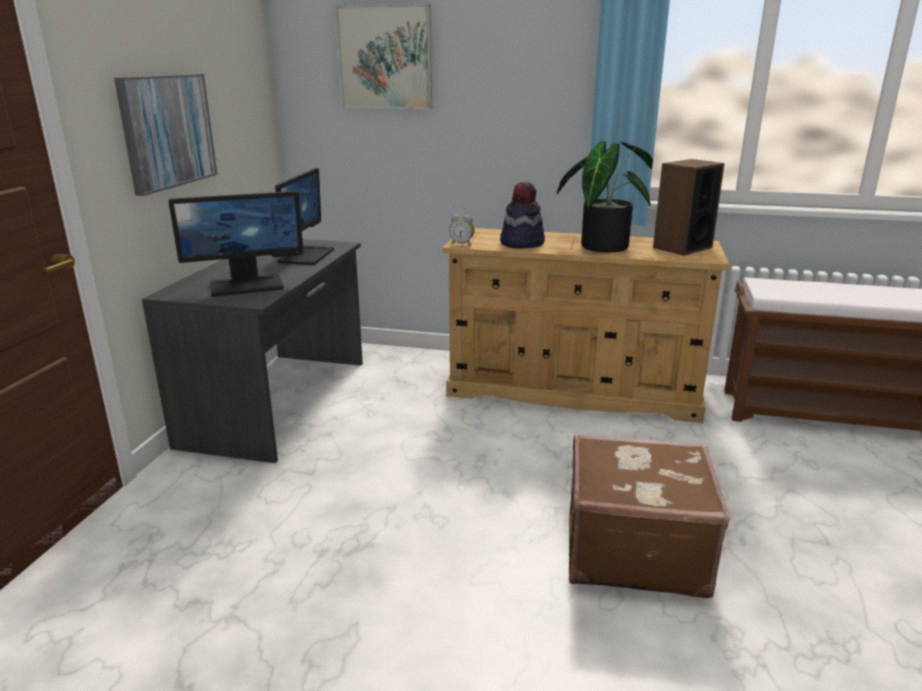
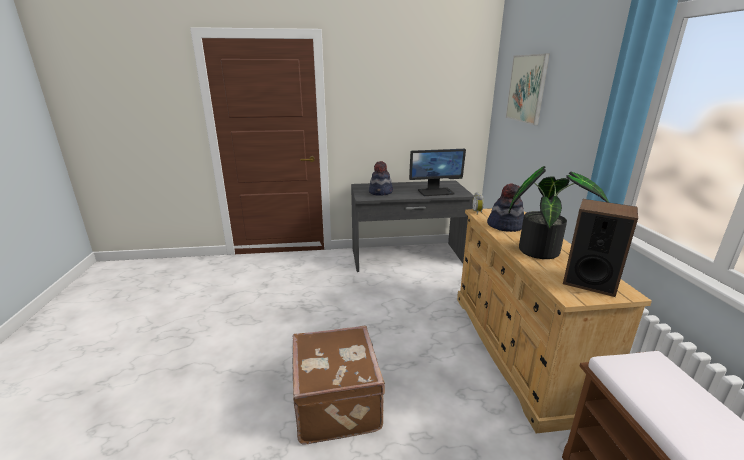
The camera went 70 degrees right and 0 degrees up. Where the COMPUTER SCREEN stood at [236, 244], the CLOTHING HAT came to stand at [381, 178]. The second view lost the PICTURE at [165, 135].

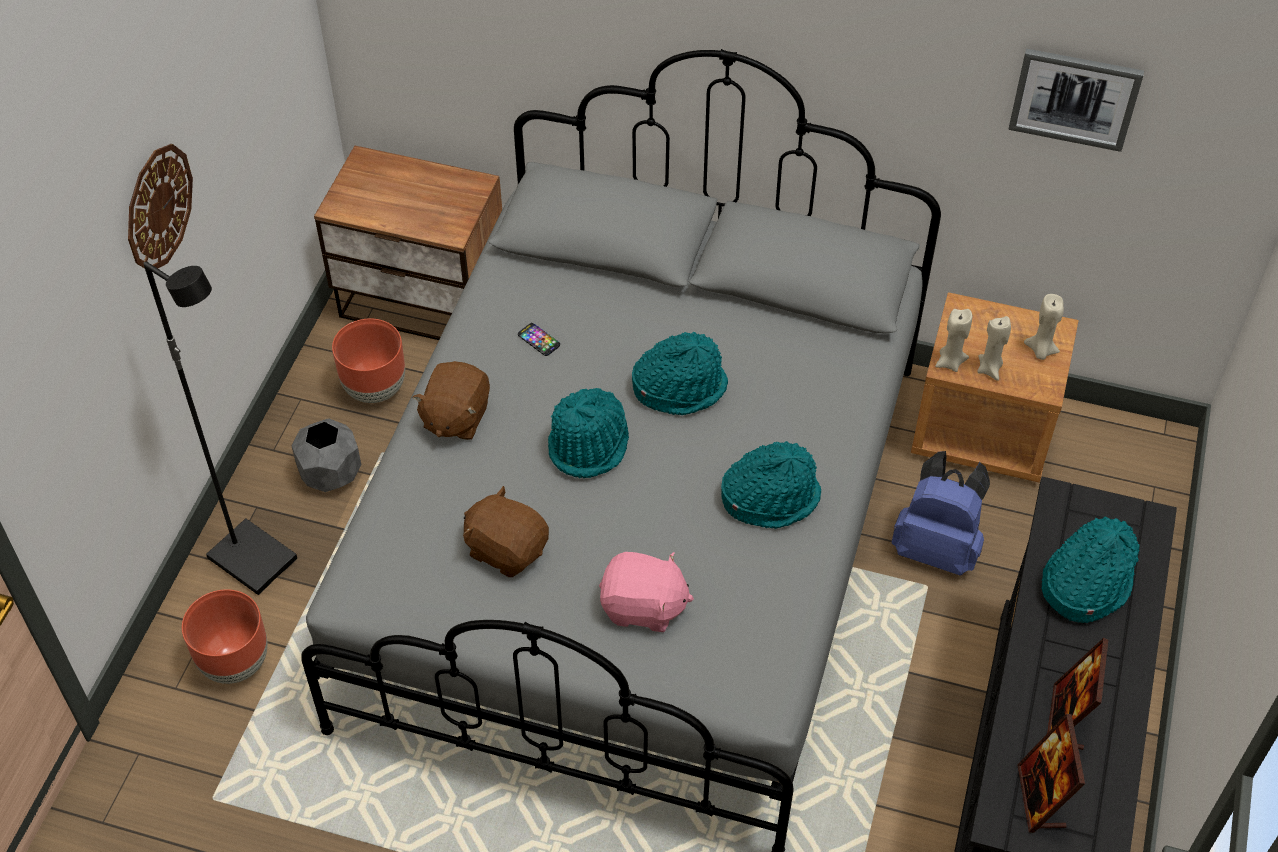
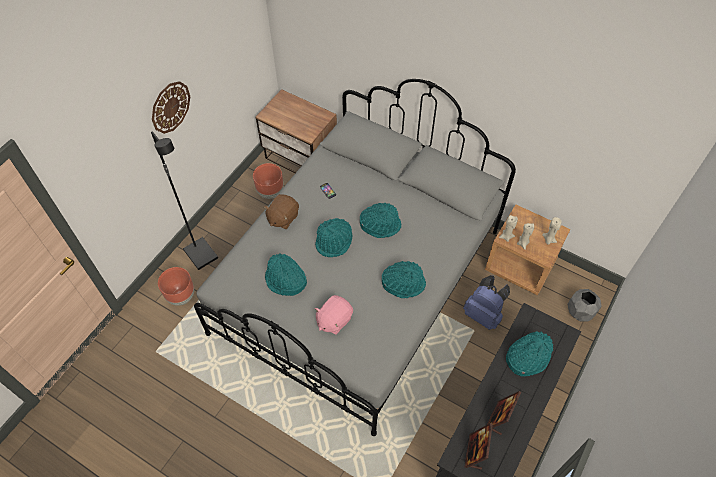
The camera went 15 degrees right and 5 degrees up. Where the BROWN-COLOURED SOFT TOY stood at [506, 531], the TURQUOISE-COLOURED CLOTHING HAT came to stand at [286, 275]. The PINK SOFT TOY at [646, 592] ended up facing another way, 105 degrees clockwise from before. The GRAY FLOWER POT ended up elsewhere, having gone from [326, 455] to [585, 305]. The second view lost the PICTURE at [1076, 100].

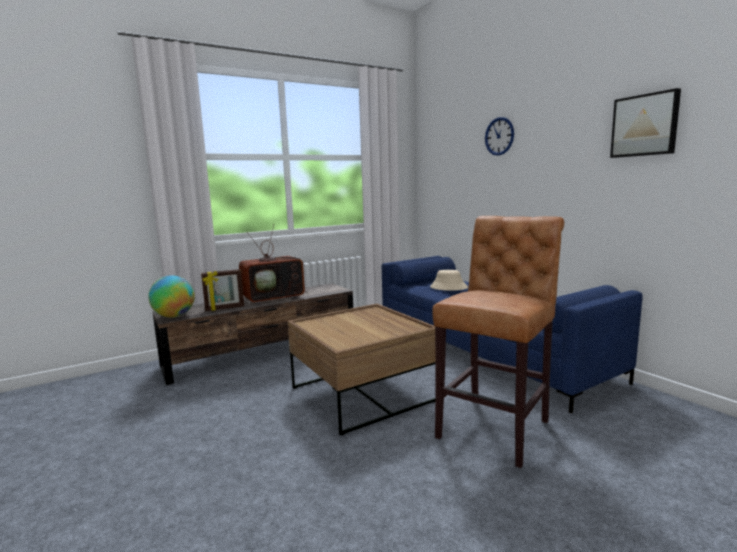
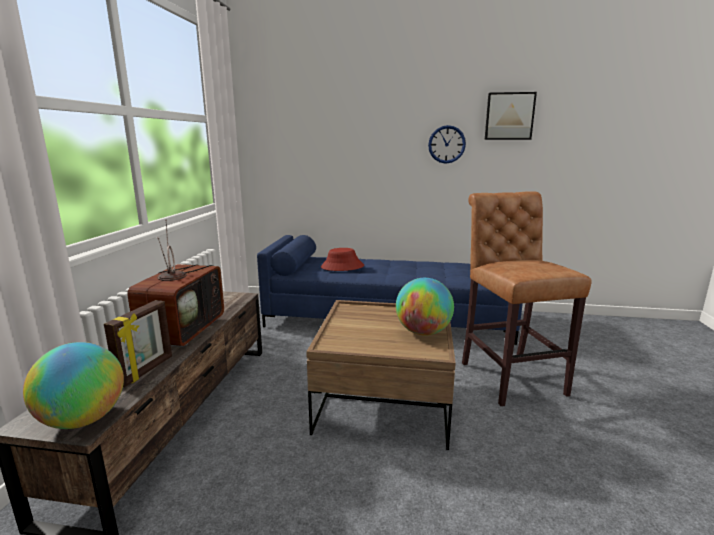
The camera went 50 degrees left and 5 degrees up. What was the SAND-COLOURED CLOTHING HAT at [449, 280] turned into the RED-COLOURED CLOTHING HAT at [342, 259]. The second view gained the DESK GLOBE at [425, 307]. The HANGING CLOCK ended up elsewhere, having gone from [499, 136] to [447, 144].

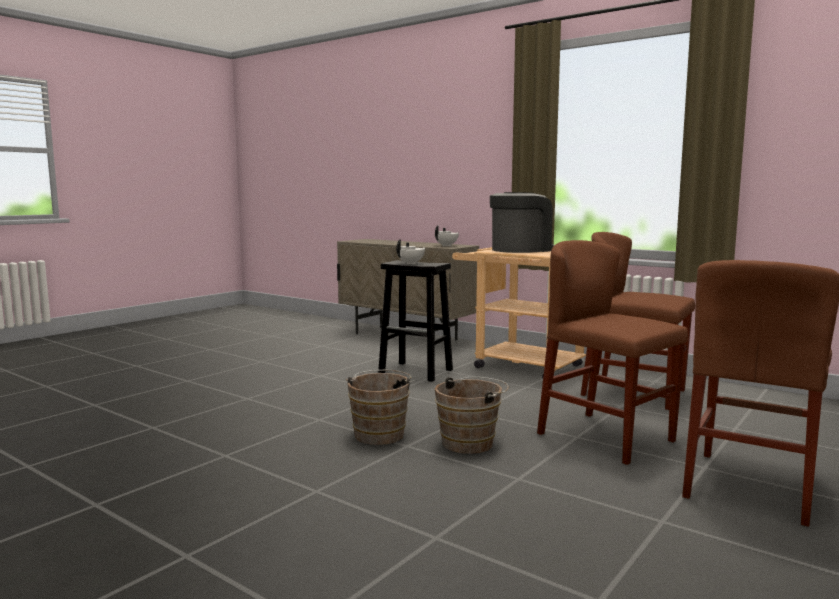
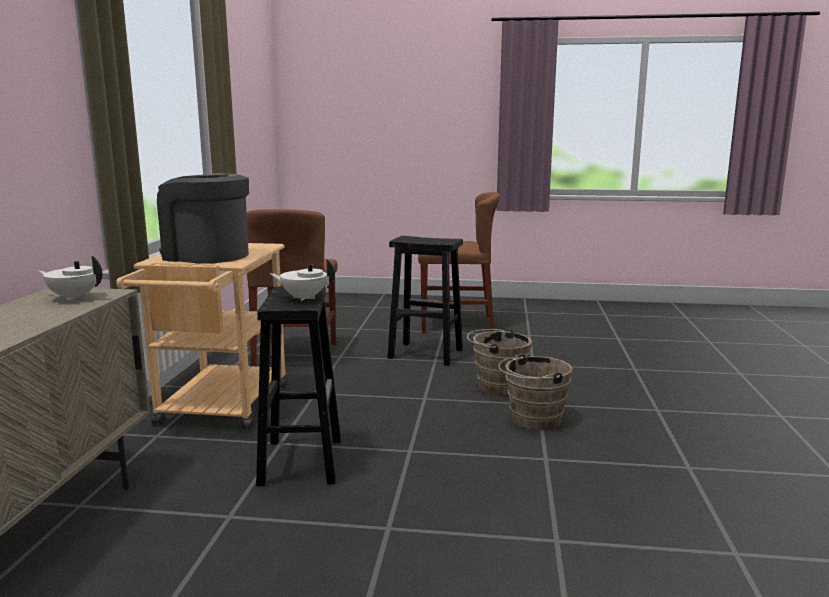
The camera went 120 degrees left and 5 degrees up. Where the BROWN-COLOURED PLAIN CHAIR stood at [612, 352], the BLACK-COLOURED STOOL SEAT came to stand at [425, 301].

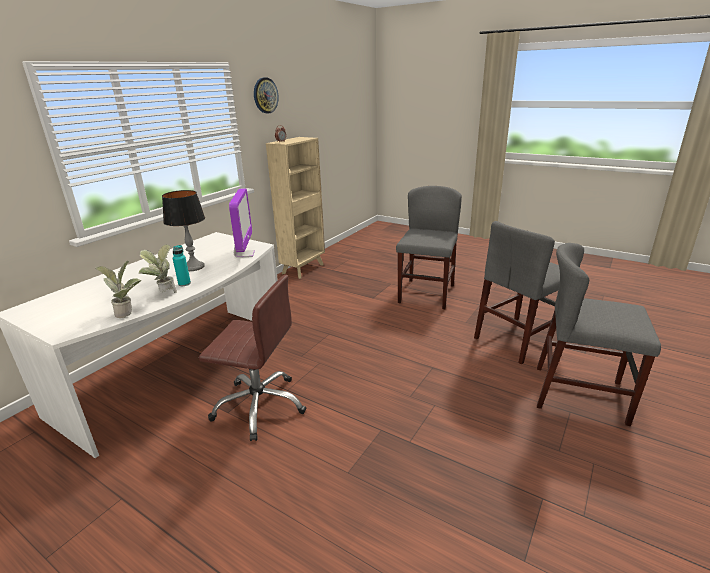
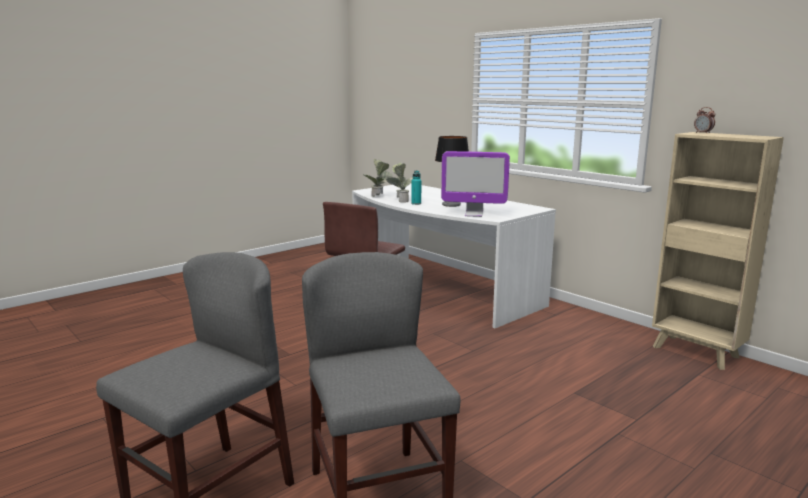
The camera went 105 degrees right and 10 degrees down. The second view lost the HANGING CLOCK at [266, 95]. The second view lost the GRAY PLAIN CHAIR at [429, 247].

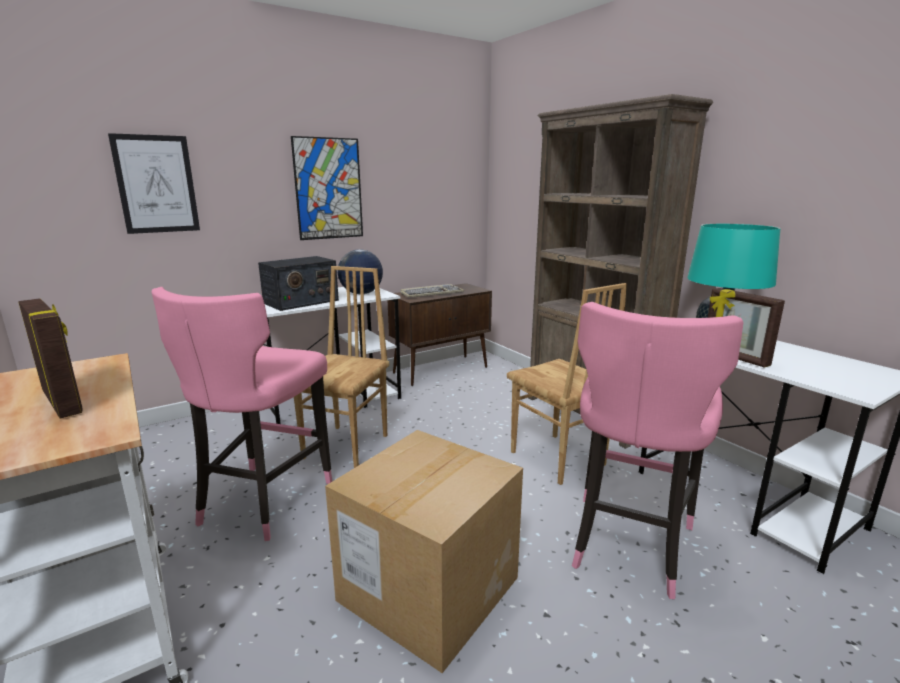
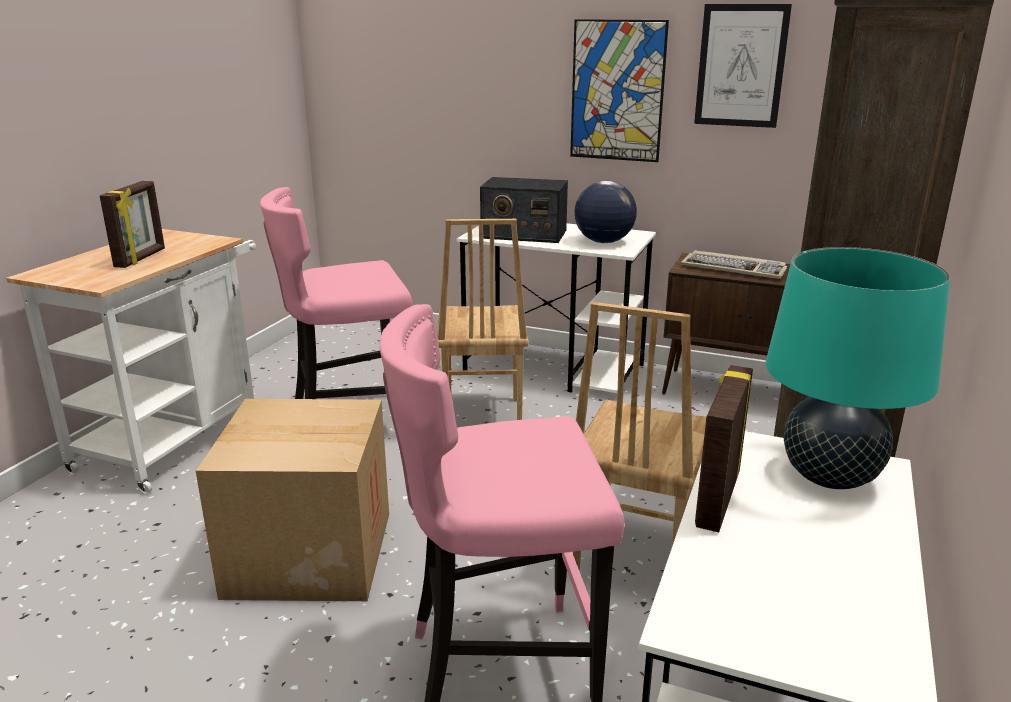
The camera went 55 degrees right and 5 degrees up. The BROWN-COLOURED PLAIN CHAIR at [341, 367] ended up facing another way, 105 degrees clockwise from before. The PICTURE ended up elsewhere, having gone from [154, 183] to [743, 66].

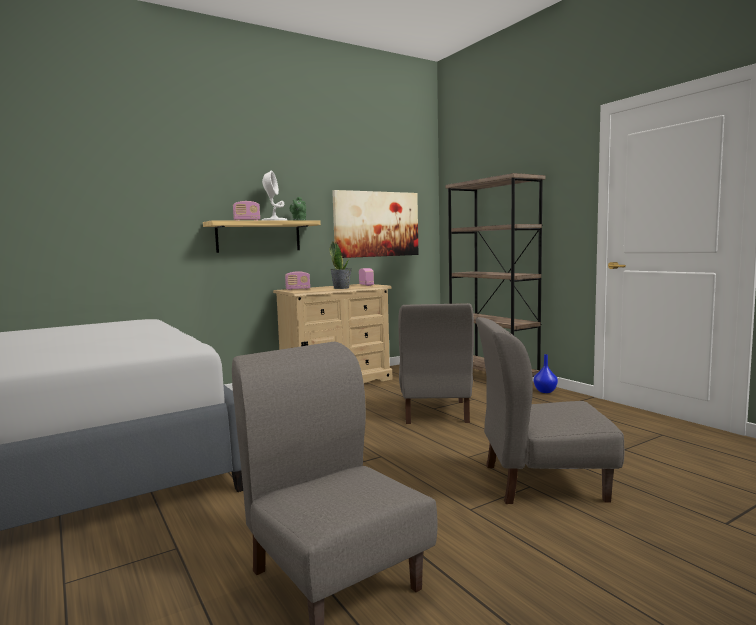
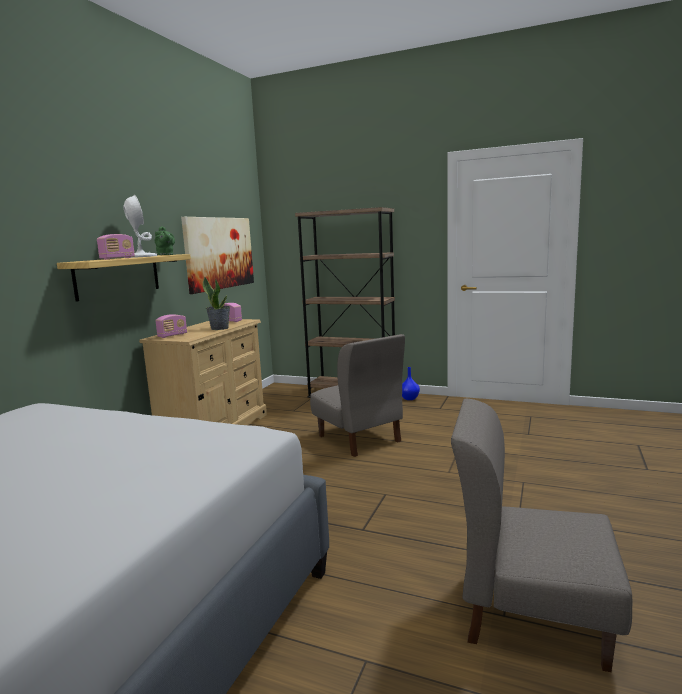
The camera went 35 degrees left and 5 degrees up. The second view lost the GRAY PLAIN CHAIR at [550, 410].

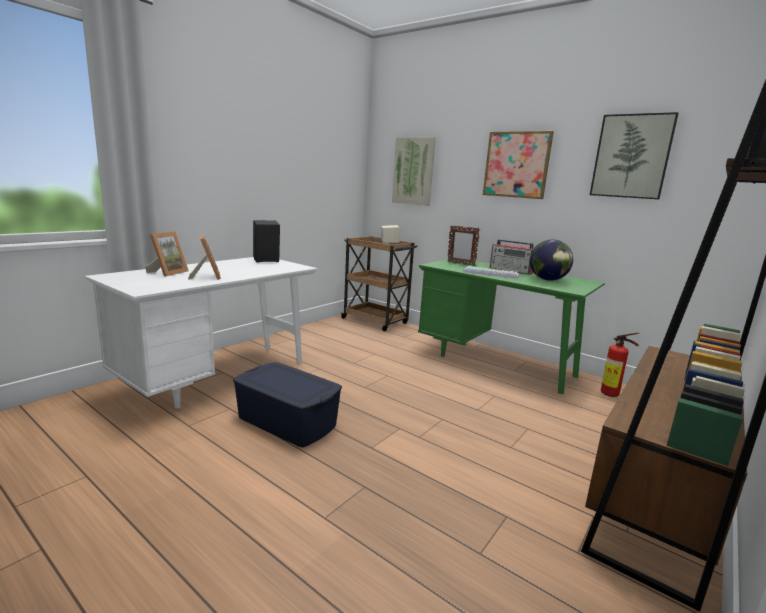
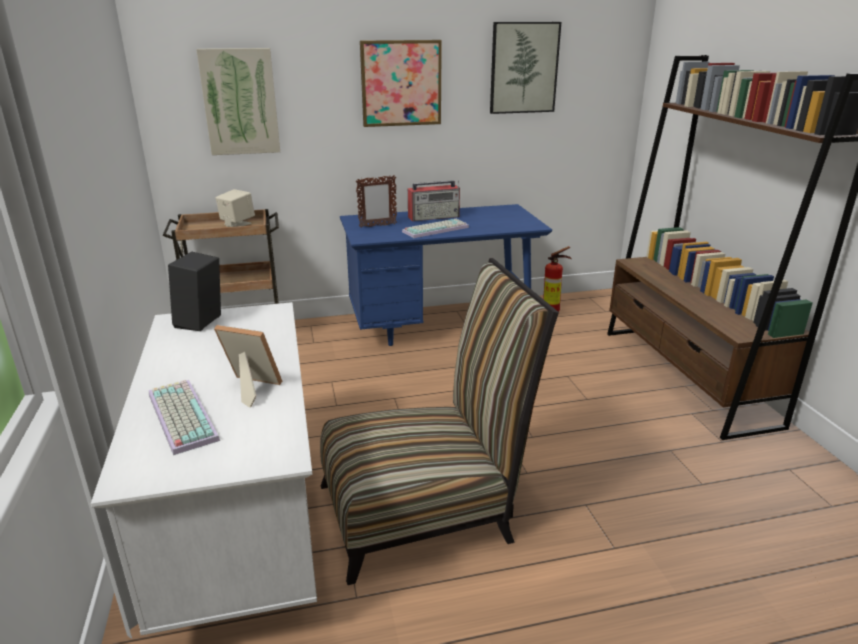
The camera went 50 degrees left and 10 degrees up. Where the PHOTO FRAME stood at [167, 254], the COMPUTER KEYBOARD came to stand at [184, 417]. Where the BLUISH STORAGE CONTAINER stood at [287, 404], the PLAIN CHAIR came to stand at [439, 421]. What was the GREENISH DESK TABLE at [511, 326] turned into the BLUISH DESK TABLE at [446, 275]. The second view lost the DESK GLOBE at [551, 260].

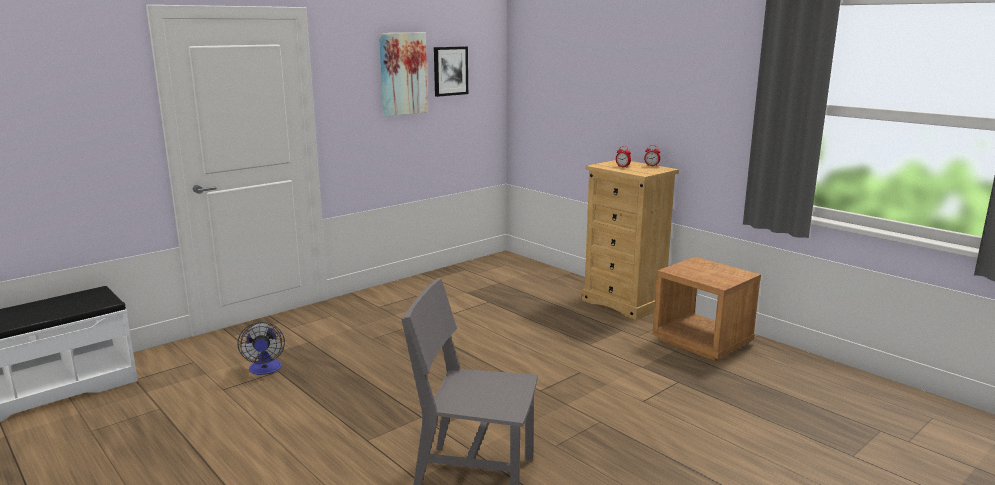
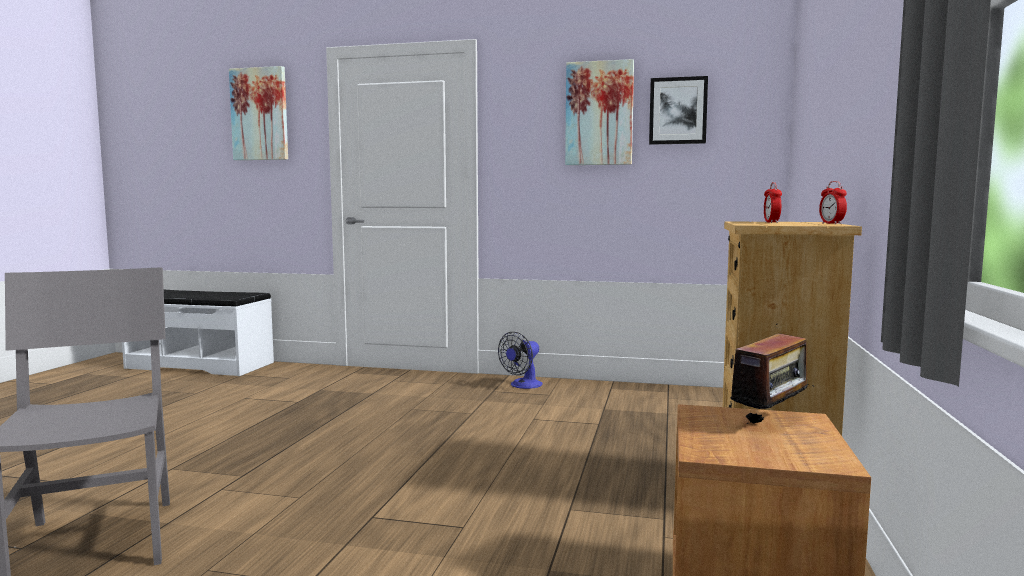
The camera went 55 degrees right and 10 degrees down. The second view gained the PICTURE at [258, 113]. The ELECTRIC FAN ended up elsewhere, having gone from [261, 348] to [520, 360]. The second view gained the RADIO at [772, 374].

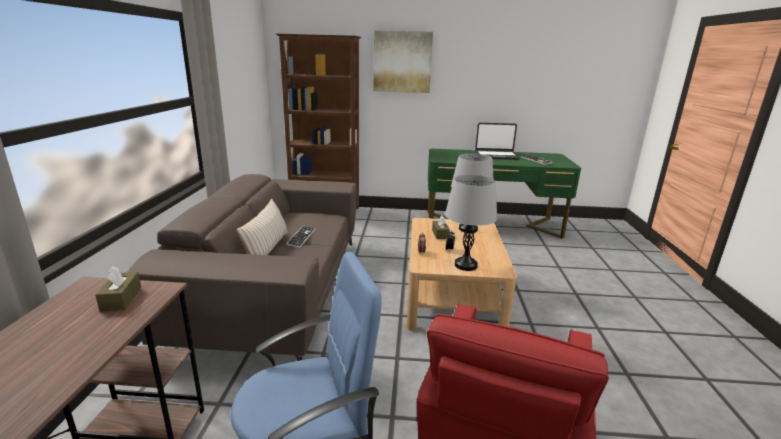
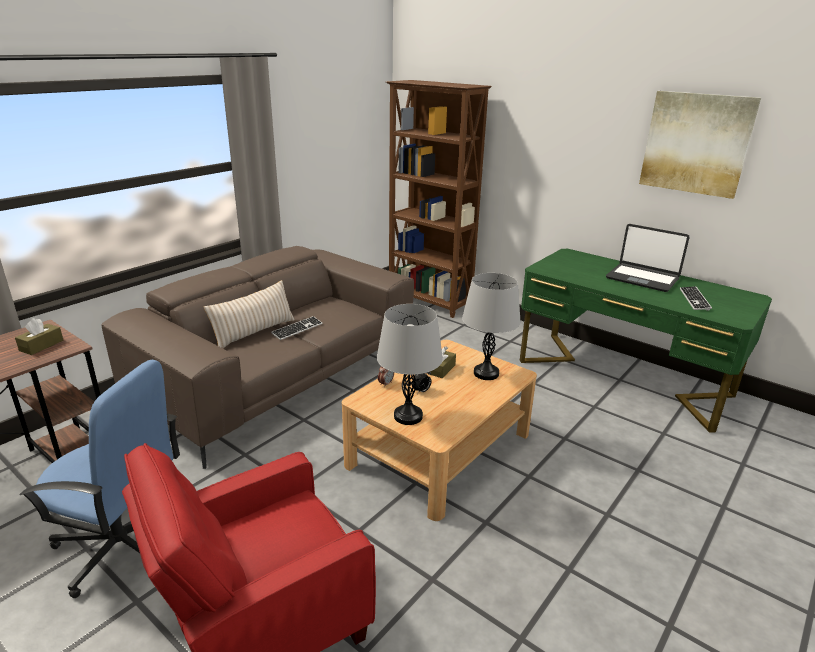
The camera went 35 degrees right and 5 degrees up. The PICTURE ended up elsewhere, having gone from [403, 61] to [700, 145].

